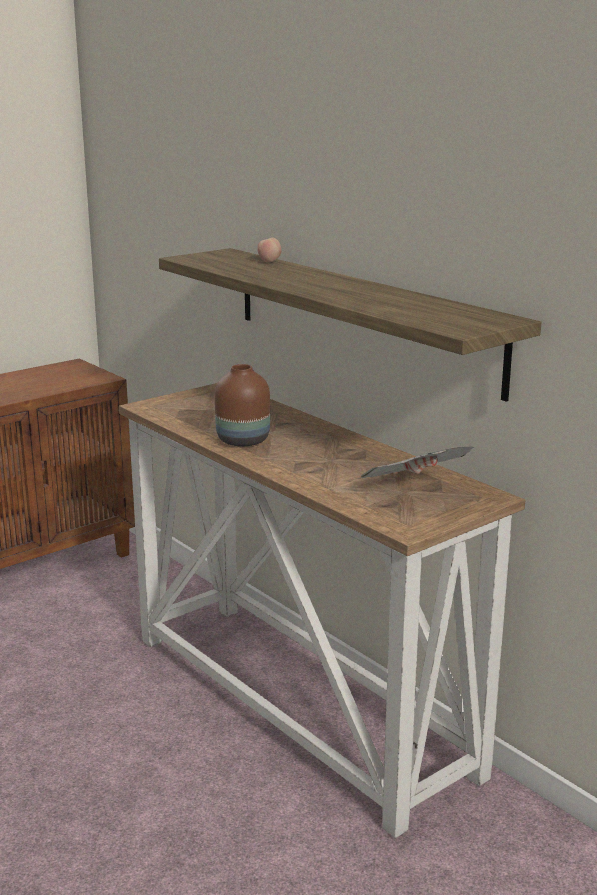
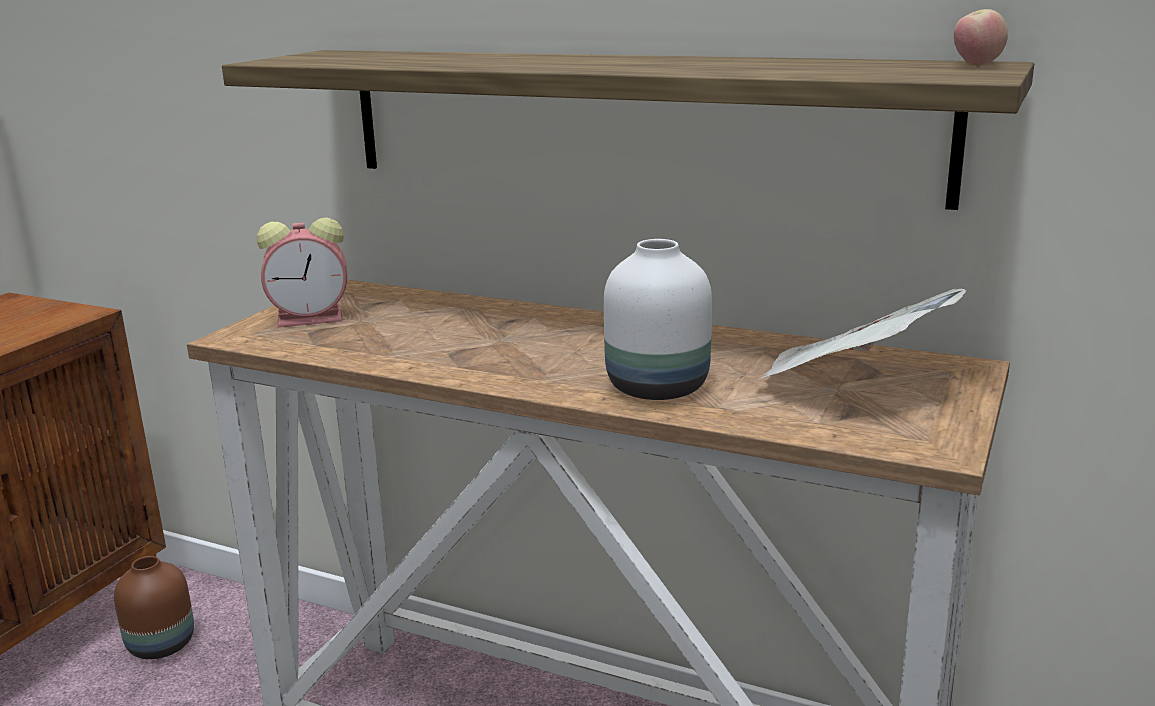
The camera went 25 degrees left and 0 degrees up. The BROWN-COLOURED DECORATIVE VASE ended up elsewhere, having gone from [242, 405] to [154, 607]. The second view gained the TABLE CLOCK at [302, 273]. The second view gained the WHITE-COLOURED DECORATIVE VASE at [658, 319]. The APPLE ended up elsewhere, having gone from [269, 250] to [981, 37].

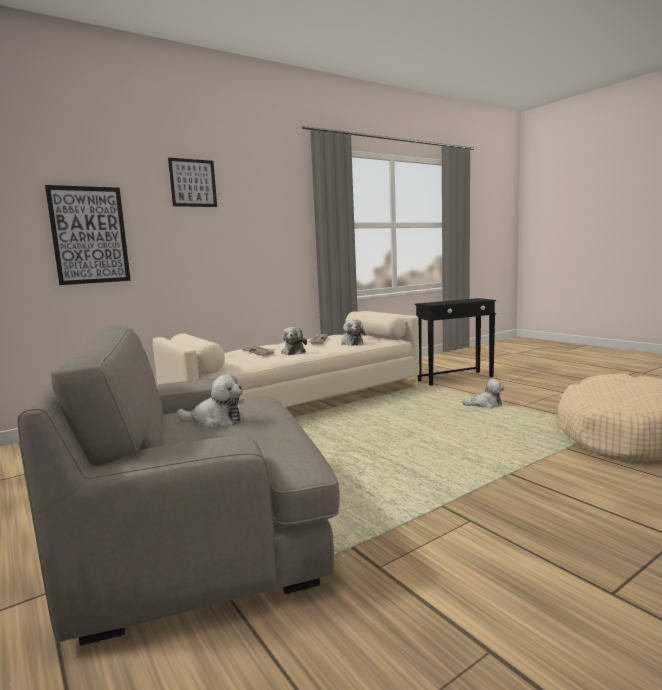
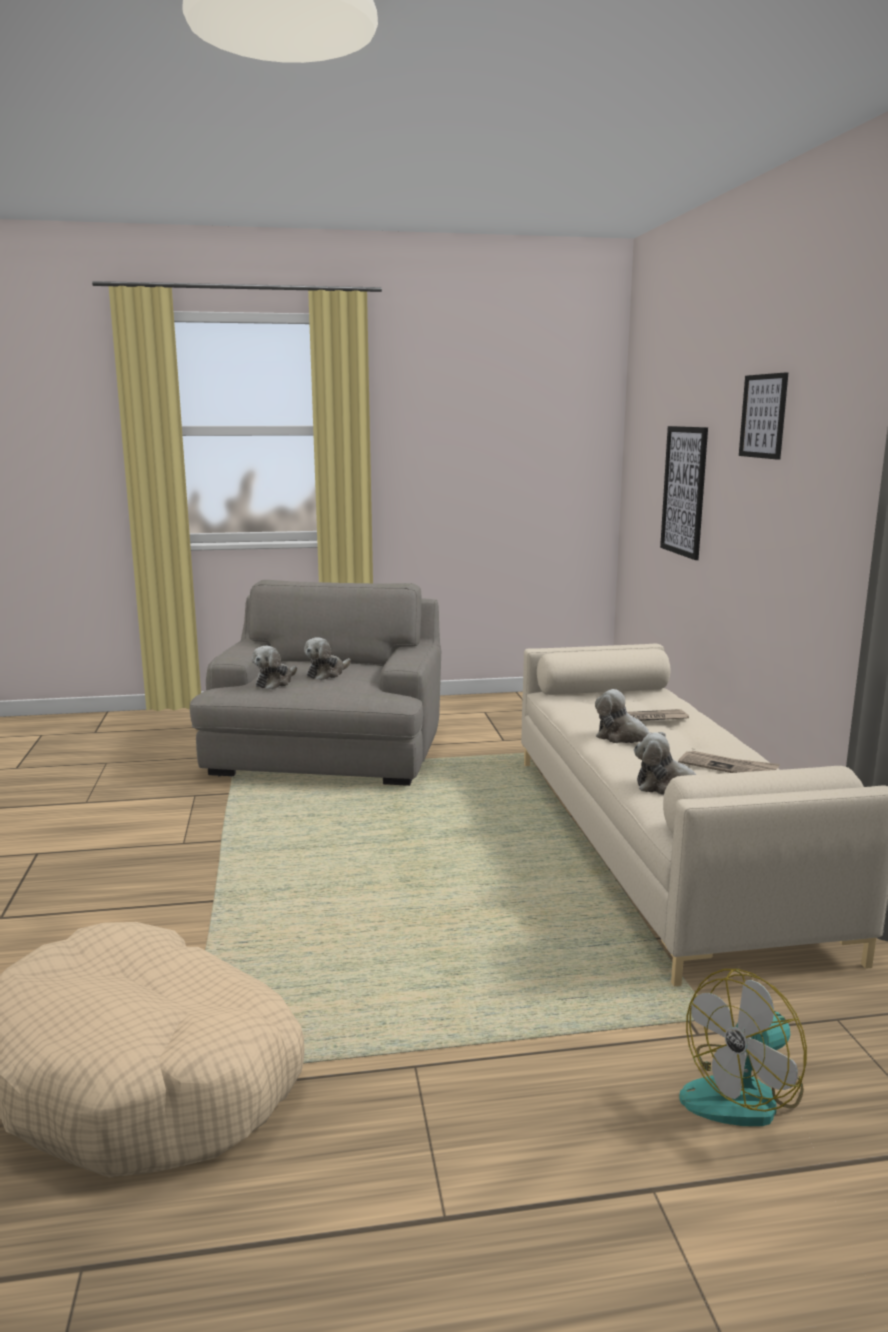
The camera went 115 degrees right and 5 degrees up. The SOFT TOY ended up elsewhere, having gone from [483, 393] to [274, 667]. Where the BLACK-COLOURED ACCENT TABLE stood at [455, 342], the ELECTRIC FAN came to stand at [743, 1047].

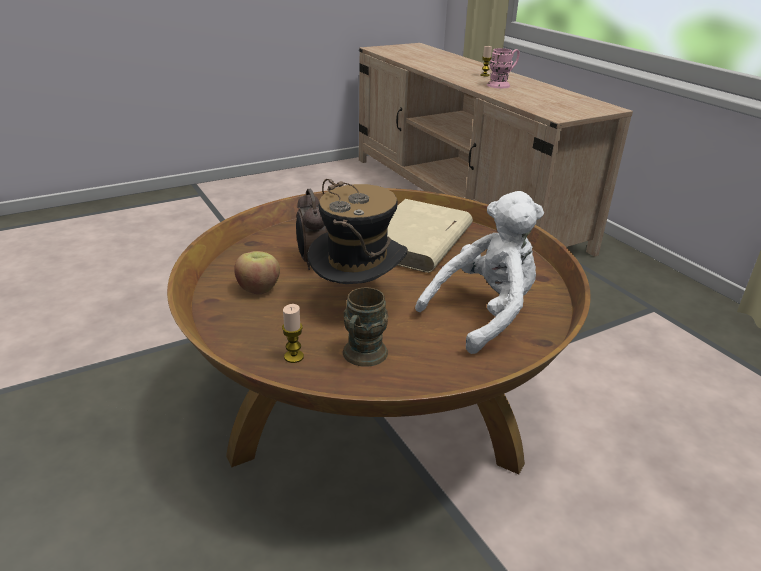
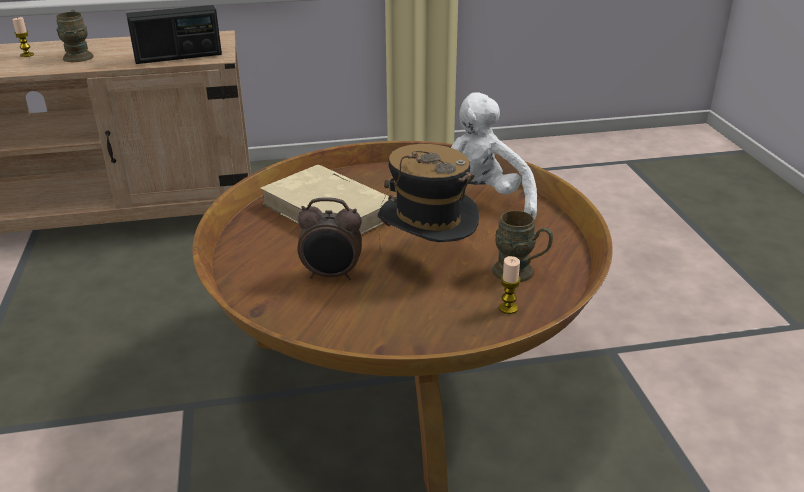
The camera went 70 degrees left and 0 degrees up. What was the PINK MUG at [503, 68] turned into the BROWN-COLOURED MUG at [75, 36]. The second view gained the RADIO at [174, 34]. The second view lost the APPLE at [257, 272].

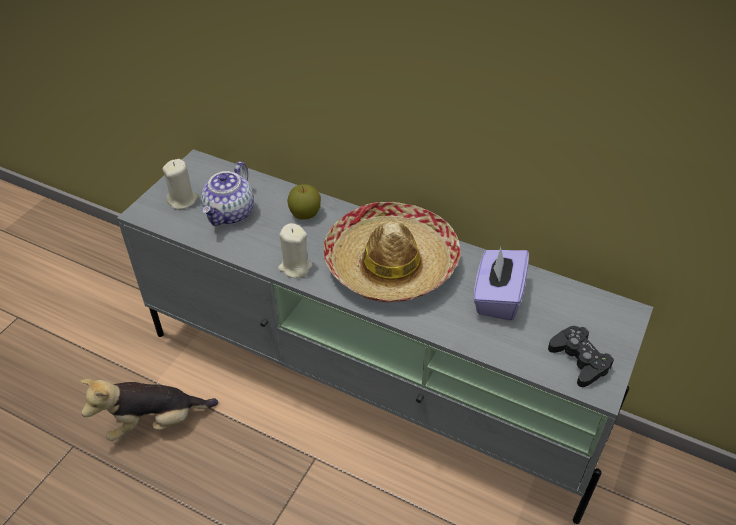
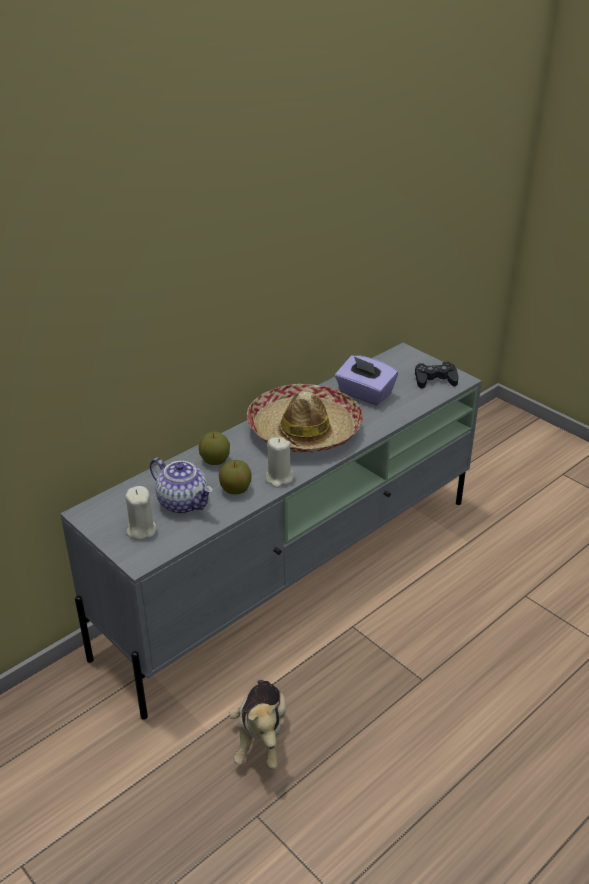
The camera went 70 degrees left and 10 degrees down. The second view gained the APPLE at [235, 477].

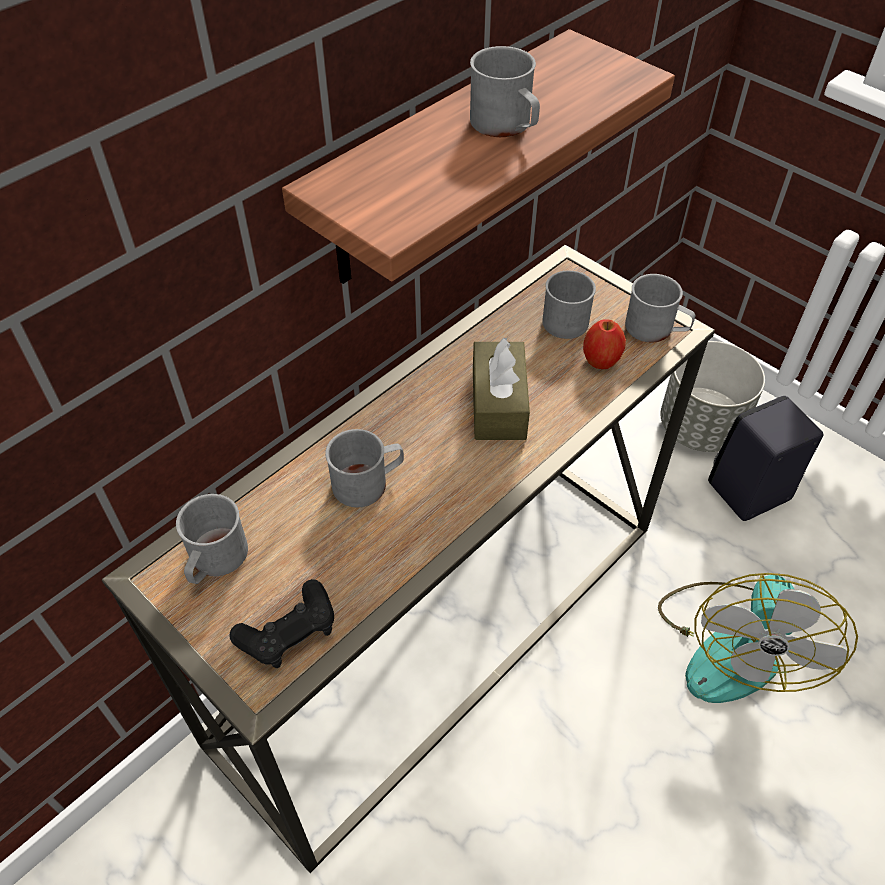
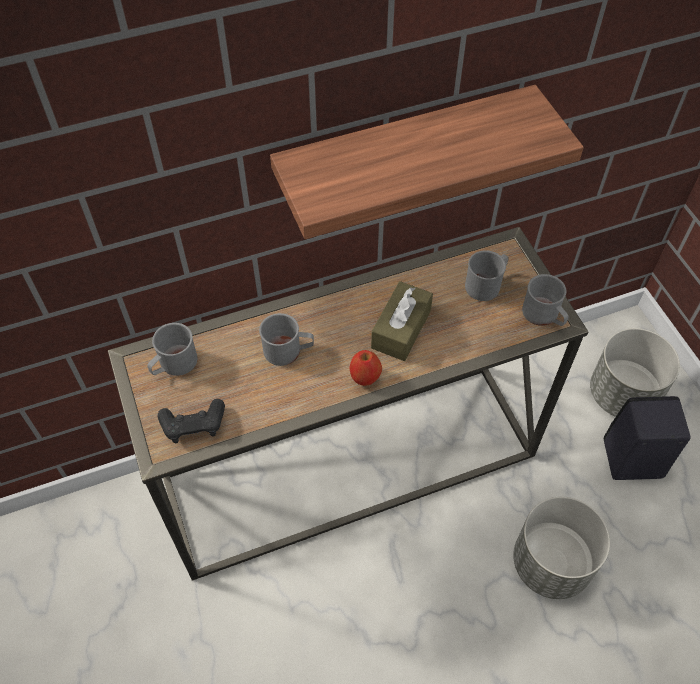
The camera went 25 degrees right and 5 degrees up. The APPLE ended up elsewhere, having gone from [604, 344] to [365, 368]. Where the ELECTRIC FAN stood at [758, 638], the GRAY FLOWER POT came to stand at [561, 548]. The second view lost the GRAY MUG at [505, 91].

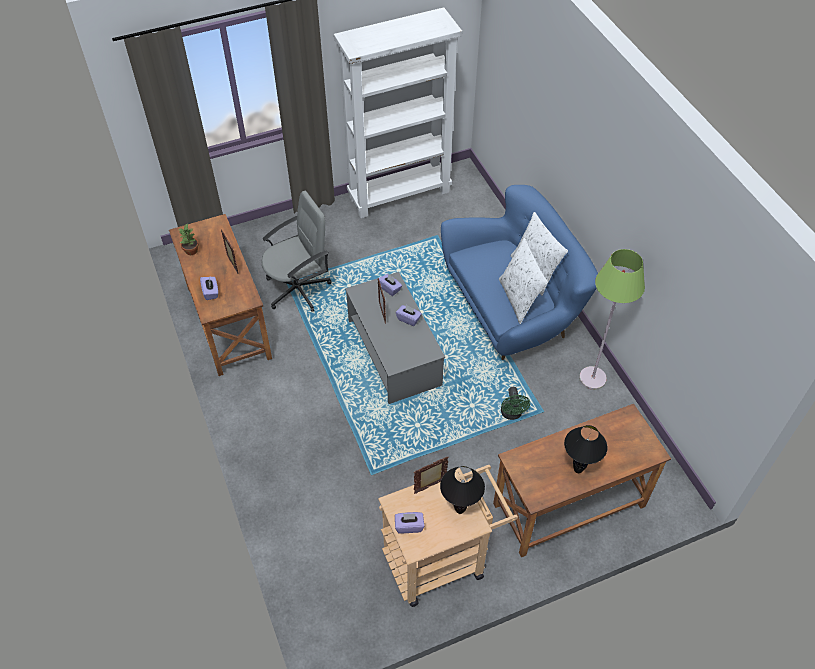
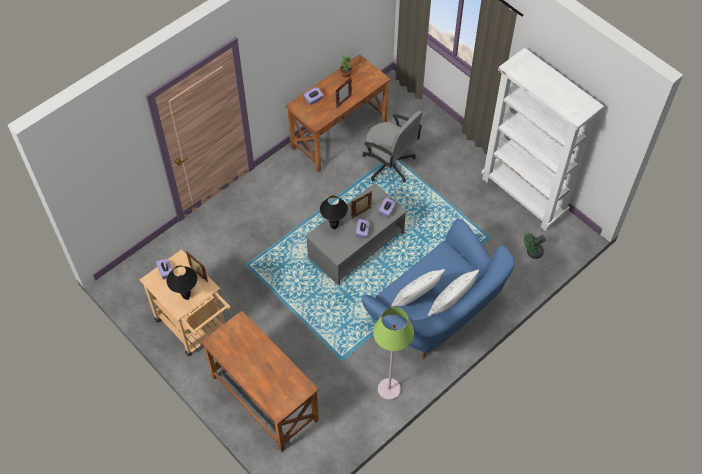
The camera went 70 degrees right and 5 degrees up. The BLACK-COLOURED LAMP FOR A TABLE ended up elsewhere, having gone from [586, 449] to [334, 212]. The GREENISH ELECTRIC FAN ended up elsewhere, having gone from [515, 403] to [535, 246].

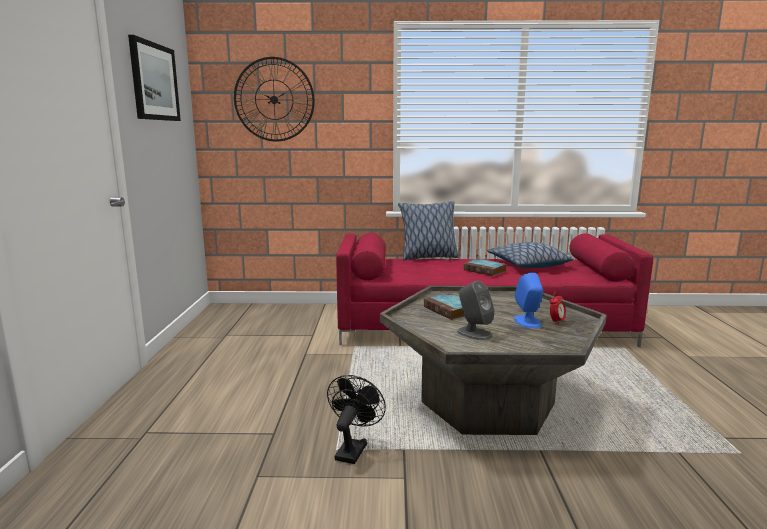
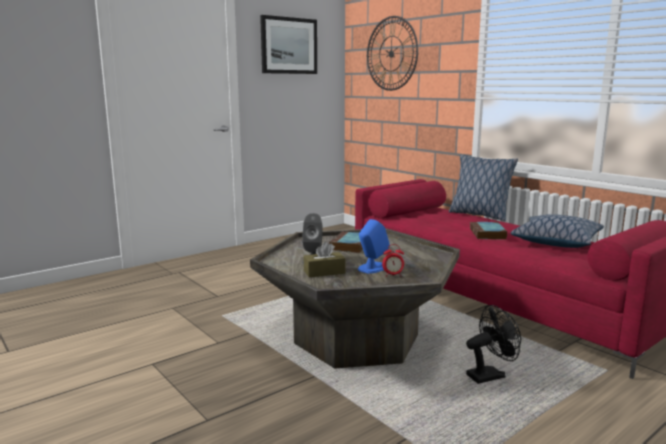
The camera went 50 degrees right and 0 degrees up. The second view gained the BROWN-COLOURED BOX OF TISSUES at [325, 259]. The BLACK-COLOURED ELECTRIC FAN ended up elsewhere, having gone from [356, 419] to [493, 344].

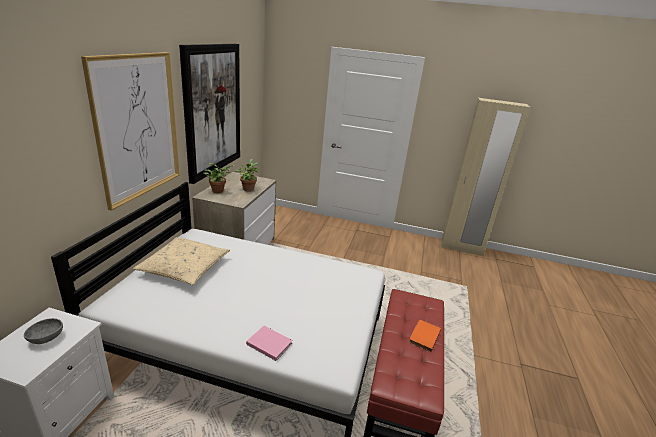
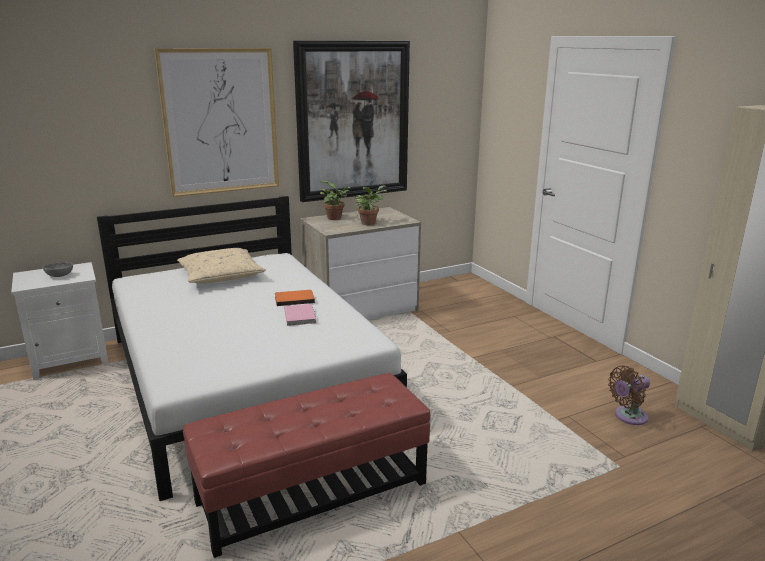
The camera went 50 degrees right and 5 degrees down. The ORANGE BOOK ended up elsewhere, having gone from [425, 336] to [295, 298]. The PINK BOOK ended up elsewhere, having gone from [269, 343] to [300, 315]. The second view gained the BROWN-COLOURED ELECTRIC FAN at [629, 395].

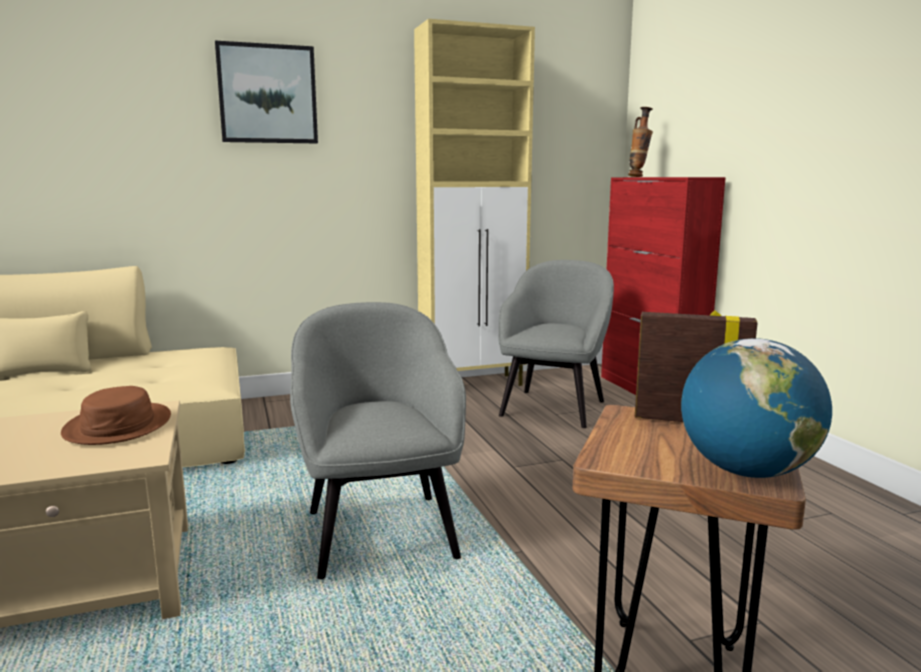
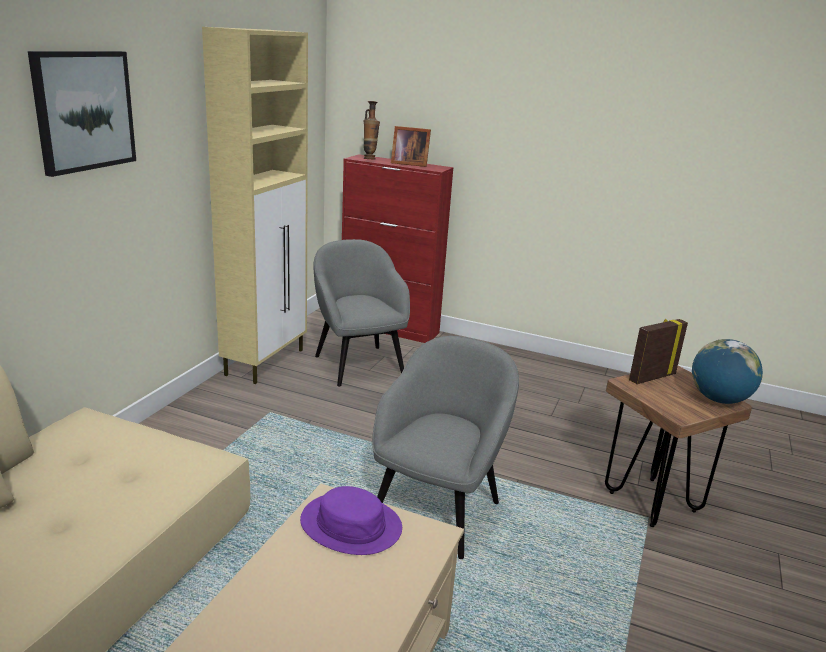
The camera went 50 degrees left and 10 degrees up. What was the BROWN-COLOURED CLOTHING HAT at [116, 415] turned into the PURPLE CLOTHING HAT at [351, 520]. The GRAY EASY CHAIR at [378, 440] ended up facing another way, 90 degrees clockwise from before. The second view gained the PHOTO FRAME at [411, 146].

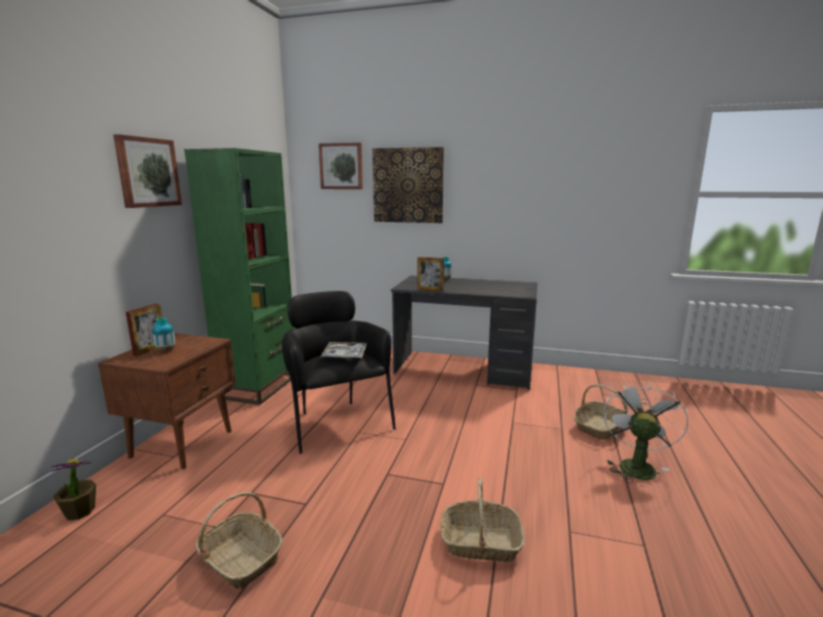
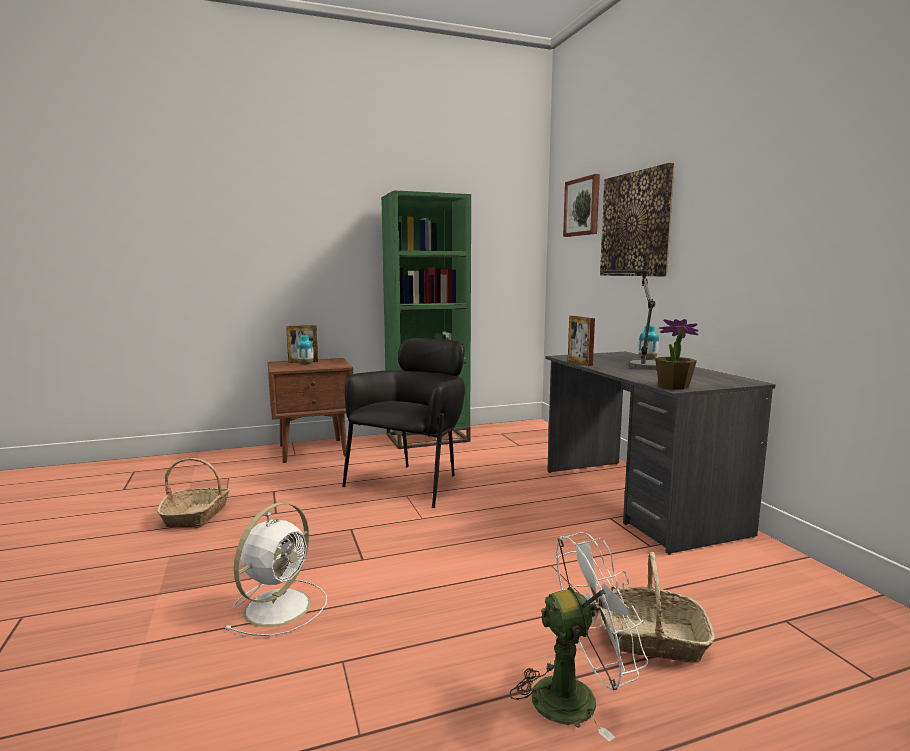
The camera went 55 degrees right and 5 degrees down. Where the BASKET stood at [482, 519], the WHITE-COLOURED ELECTRIC FAN came to stand at [275, 569]. The second view gained the LAMP FOR A TABLE at [630, 320]. The HOUSEPLANT ended up elsewhere, having gone from [73, 489] to [676, 354]. The second view lost the PICTURE at [147, 171]. The second view lost the CARRYING TRAY at [344, 350].

